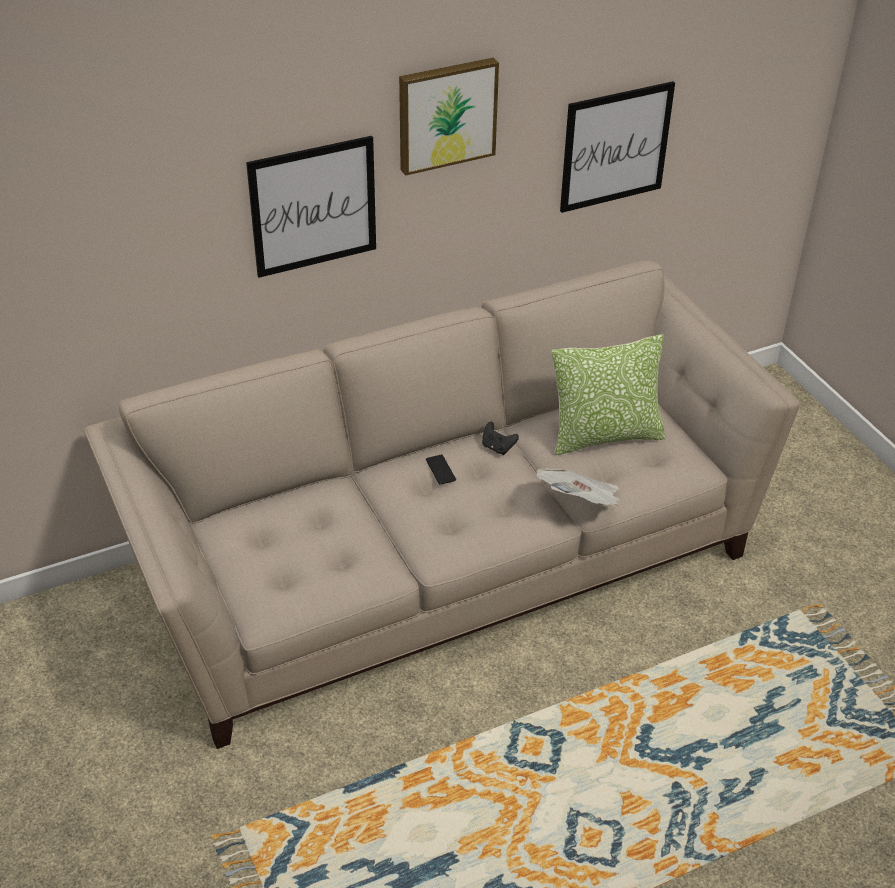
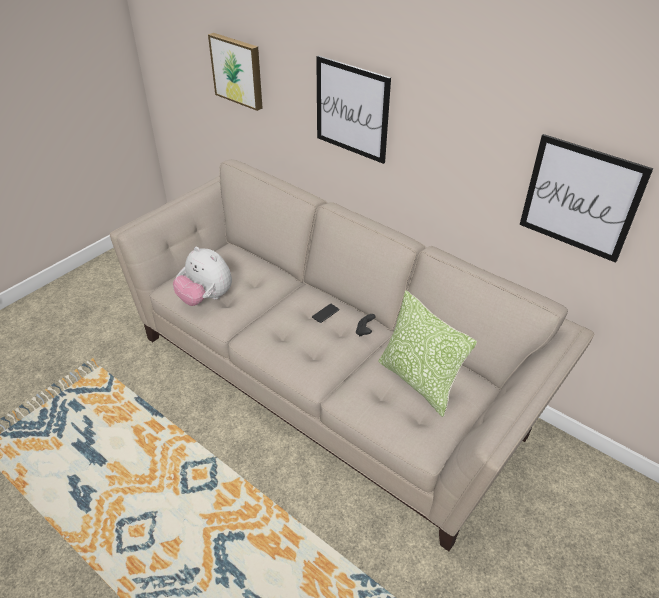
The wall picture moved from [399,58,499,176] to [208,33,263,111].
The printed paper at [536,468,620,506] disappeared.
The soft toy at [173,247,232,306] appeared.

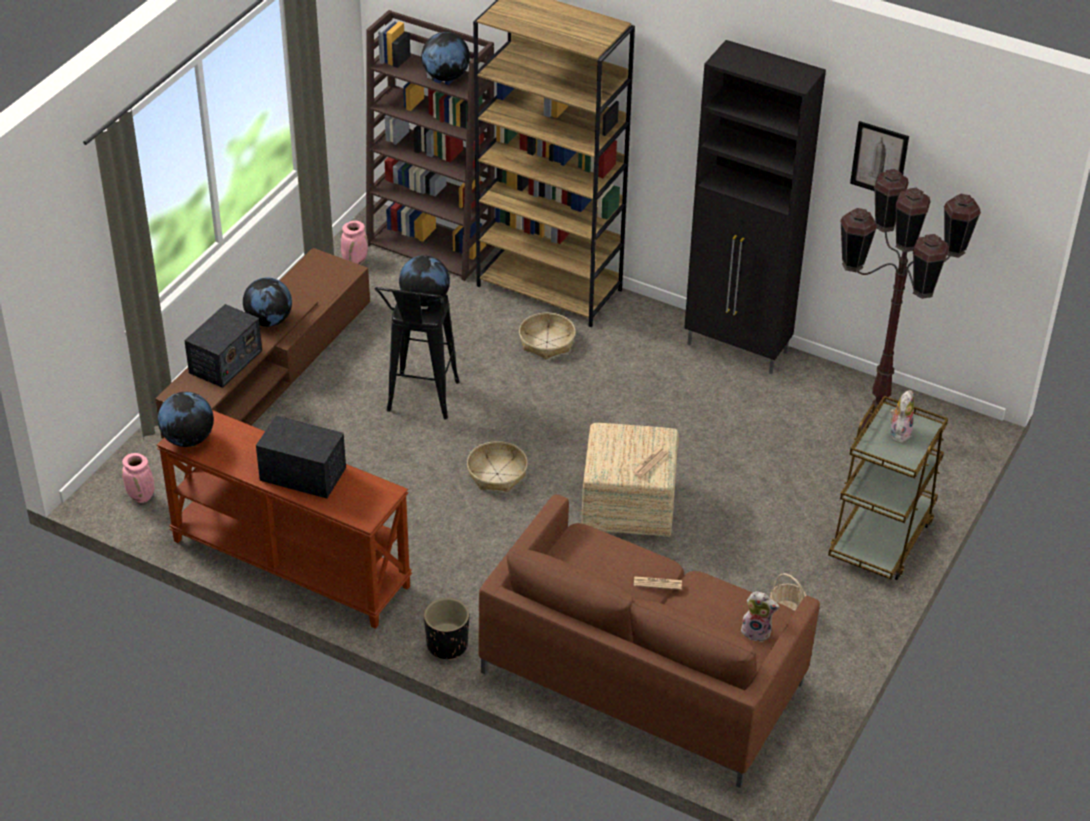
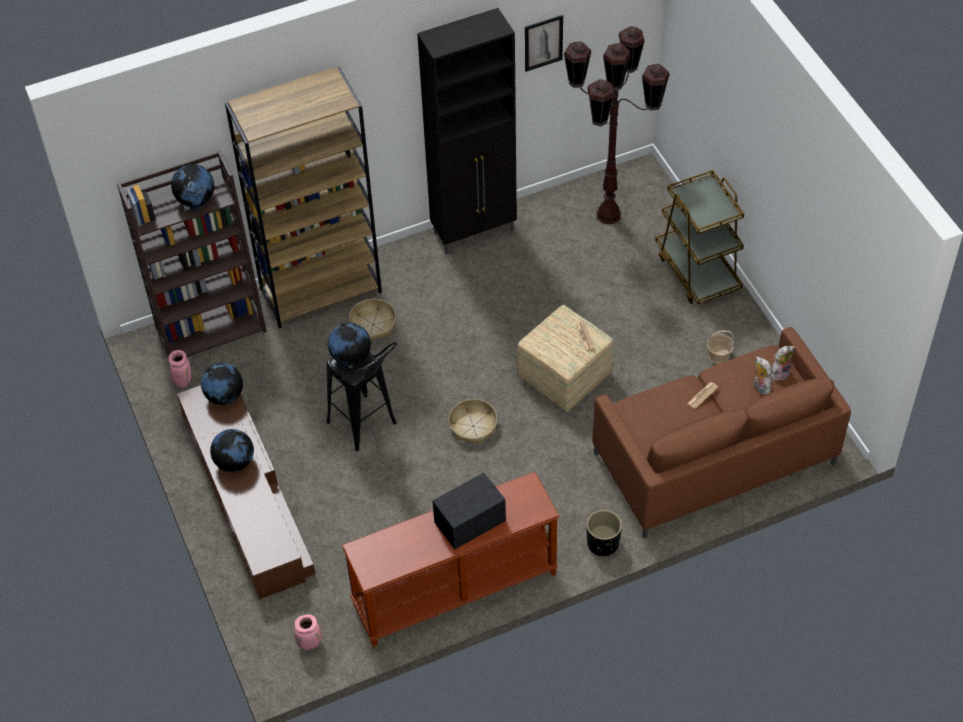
The radio receiver at [184,304,262,388] disappeared.
The soft toy moved from [890,390,914,443] to [754,356,772,394].
The globe moved from [158,392,214,447] to [201,363,243,405].

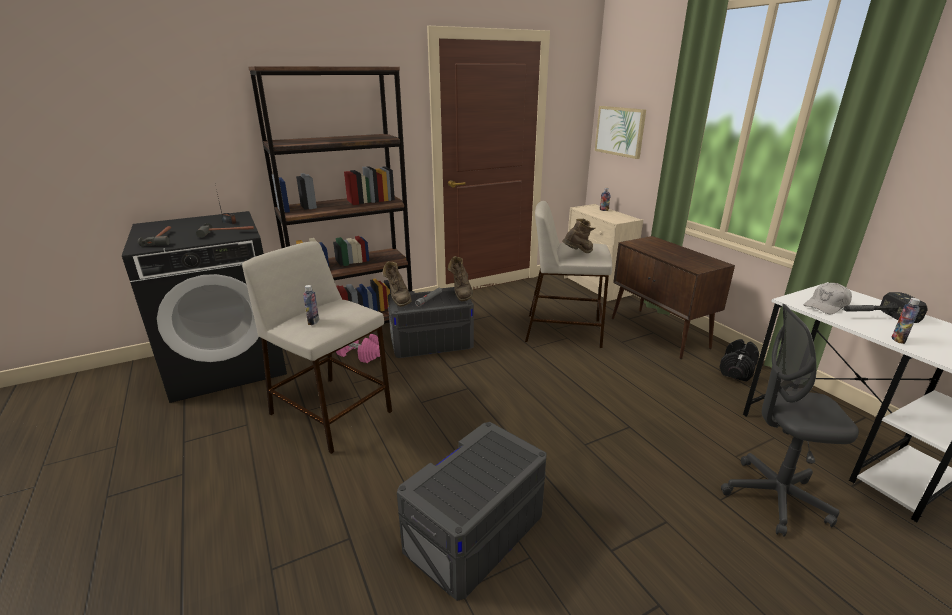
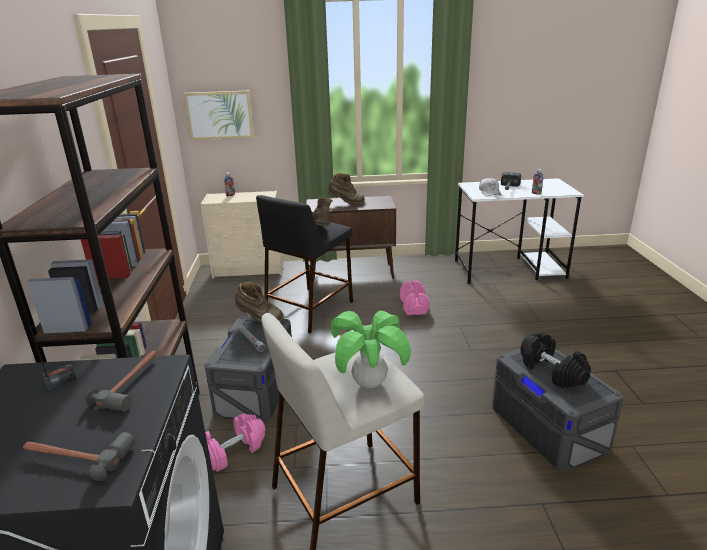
The sand-coloured stool at [525,201,612,348] became the blackish stool at [256,195,353,334].
The brown boot moved from [383,261,411,307] to [327,173,365,205].
The drink bottle at [303,285,319,325] was replaced by the plant in a pot at [330,310,411,388].
The gray desk chair at [721,304,859,537] disappeared.
The blackish dumbbell moved from [720,339,759,382] to [520,332,591,388].
The pink-coloured dumbbell at [400,280,430,315] appeared.

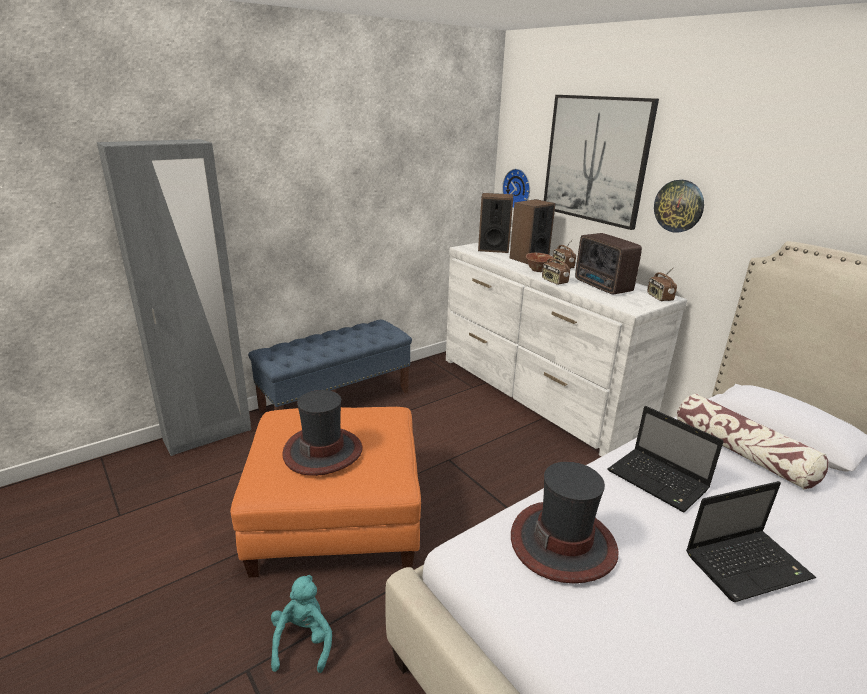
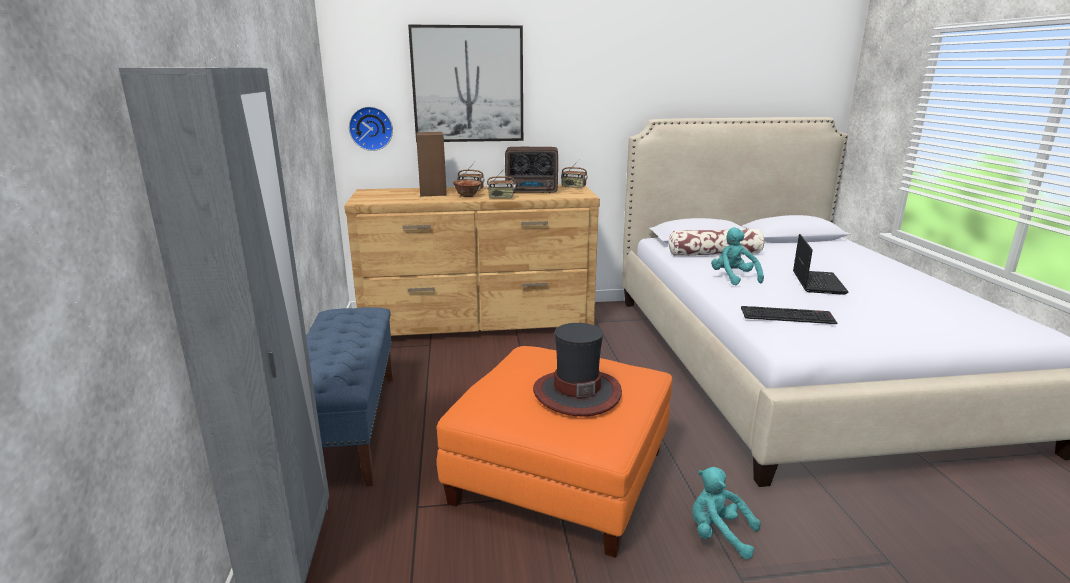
The hanging clock at [654,180,704,233] disappeared.
The speaker at [478,193,513,253] disappeared.
The whitish chest of drawers at [446,242,687,457] became the brown chest of drawers at [344,185,600,336].
The laptop at [608,406,724,512] was replaced by the turquoise soft toy at [711,227,764,286].
The clothing hat at [511,462,618,583] was replaced by the keyboard at [741,306,837,324].

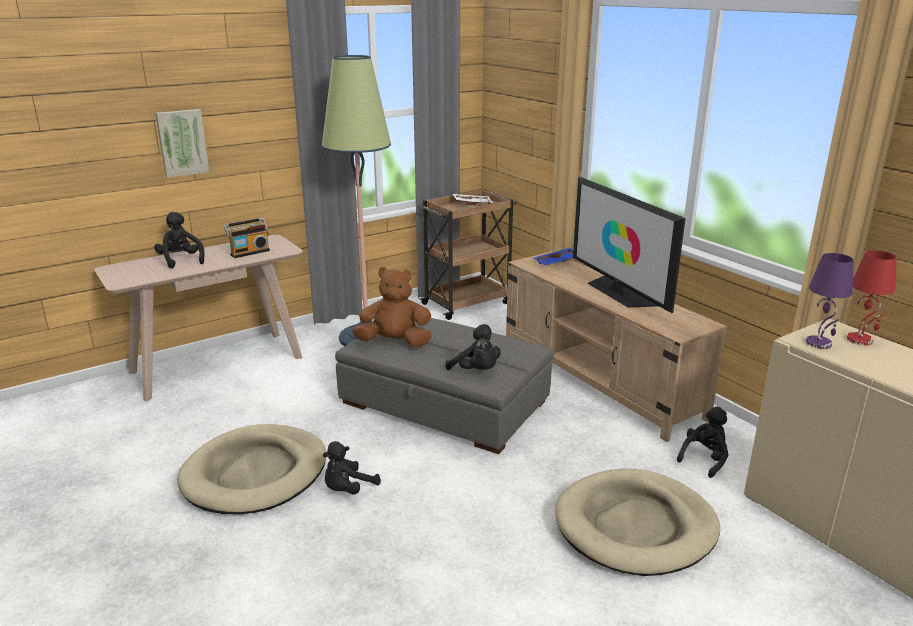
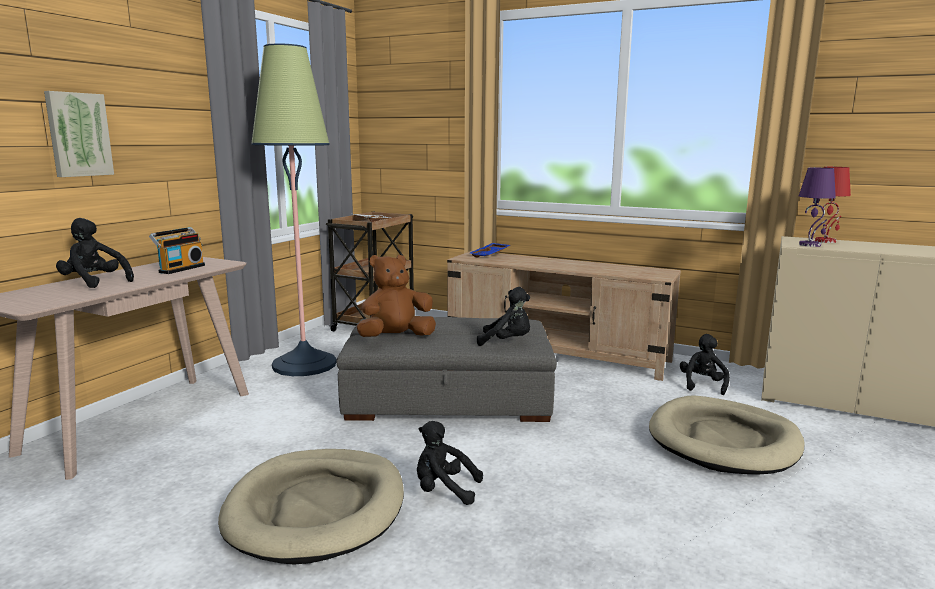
The television at [573,177,686,313] disappeared.
The blackish soft toy at [323,441,381,495] turned 90 degrees clockwise.

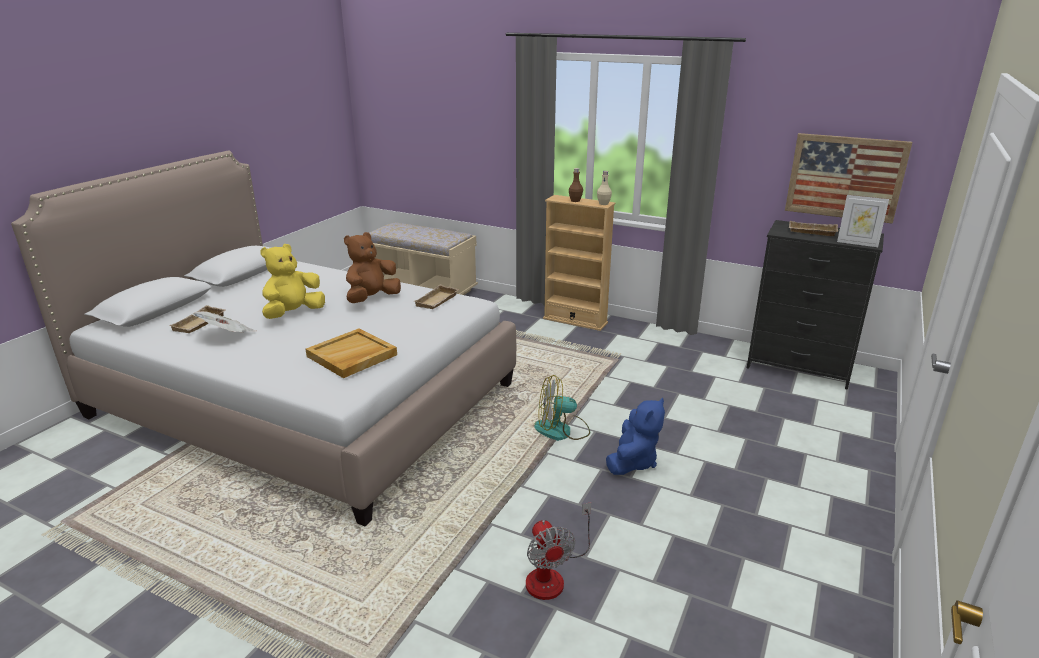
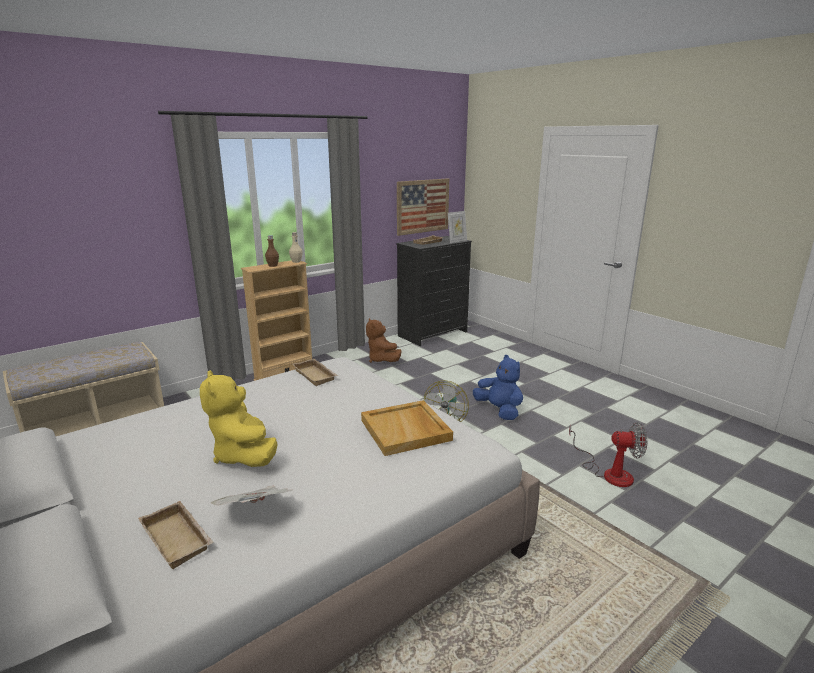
The brown soft toy moved from [344,232,401,303] to [366,318,402,363].

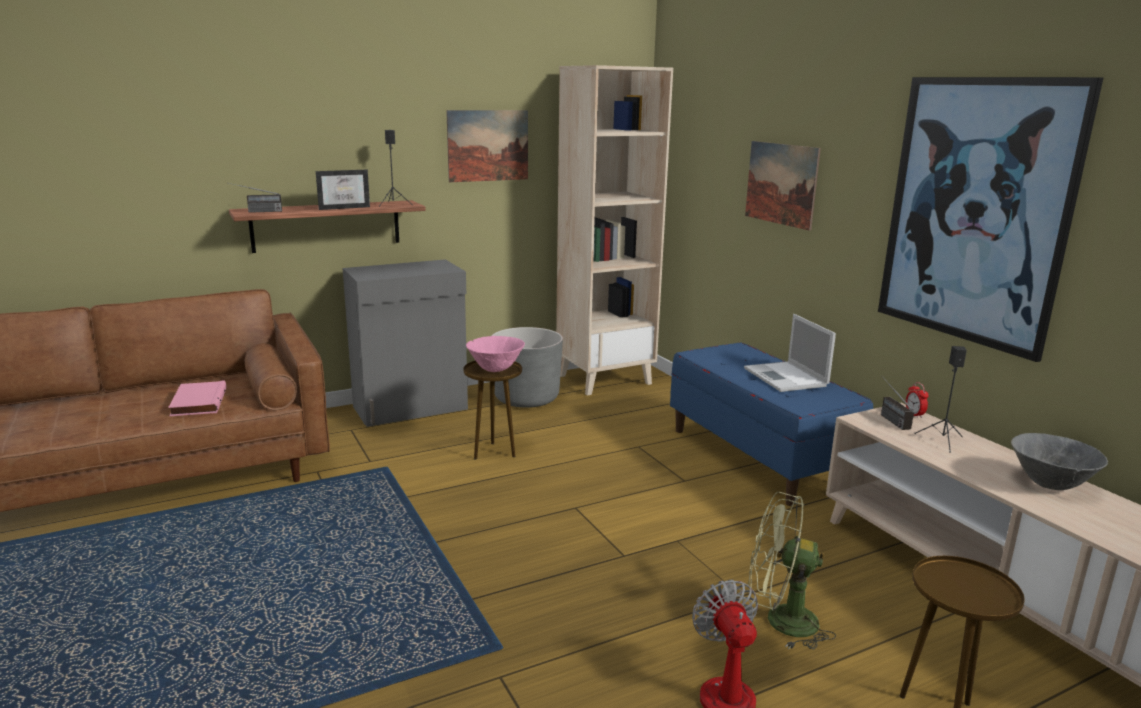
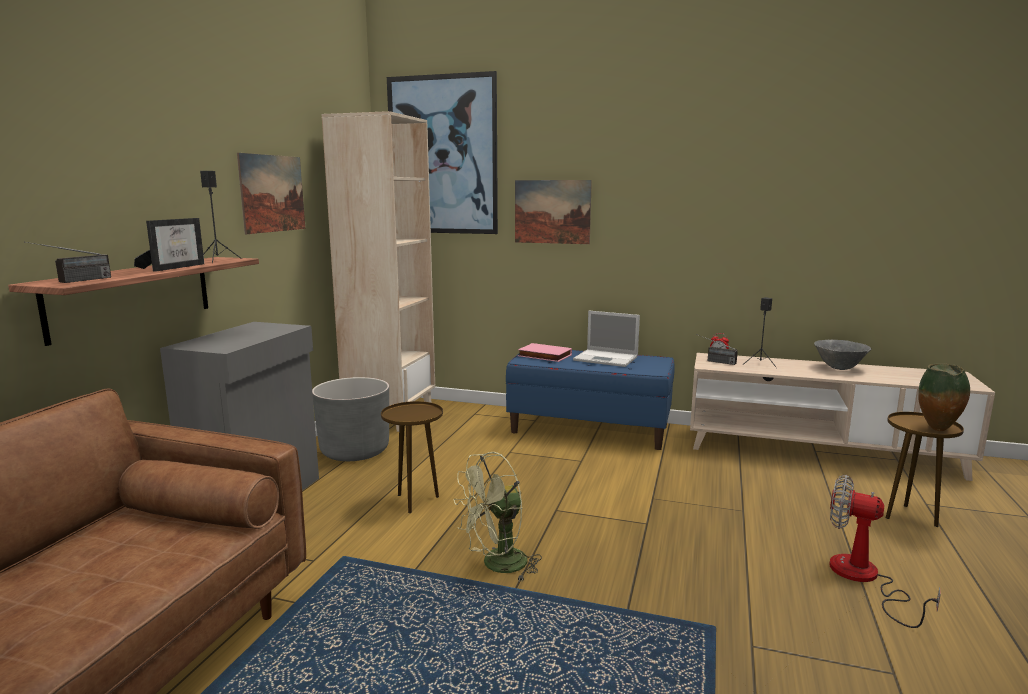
The wall picture moved from [878,77,1103,362] to [387,71,498,234].
The pink-coloured bowl at [466,336,525,372] disappeared.
The pink-coloured volume moved from [169,380,226,416] to [518,343,572,362].
The greenish cooling fan moved from [748,492,836,650] to [453,452,542,580].
The vase at [918,363,970,431] appeared.

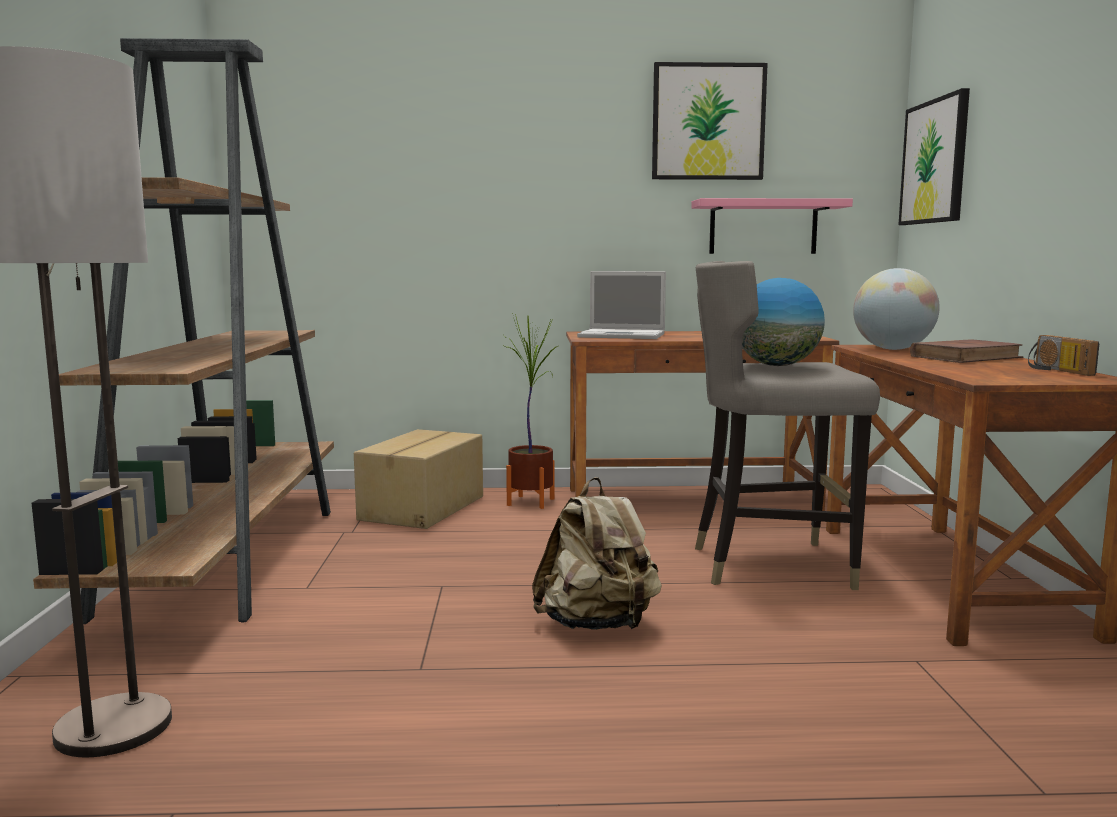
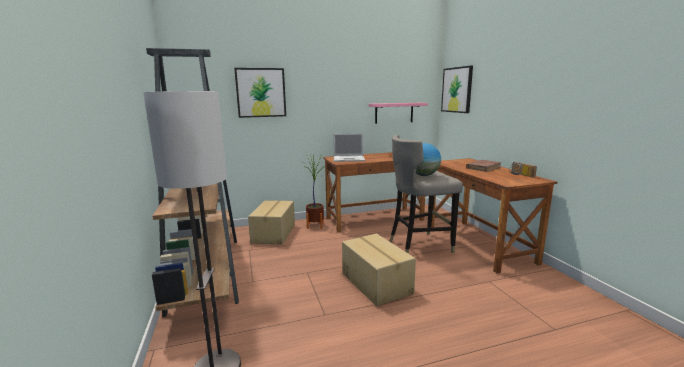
The wall picture moved from [652,62,768,180] to [234,68,286,118].
The globe at [853,268,940,350] disappeared.
The sand-coloured knapsack at [532,477,662,630] was replaced by the packing box at [342,234,416,307].

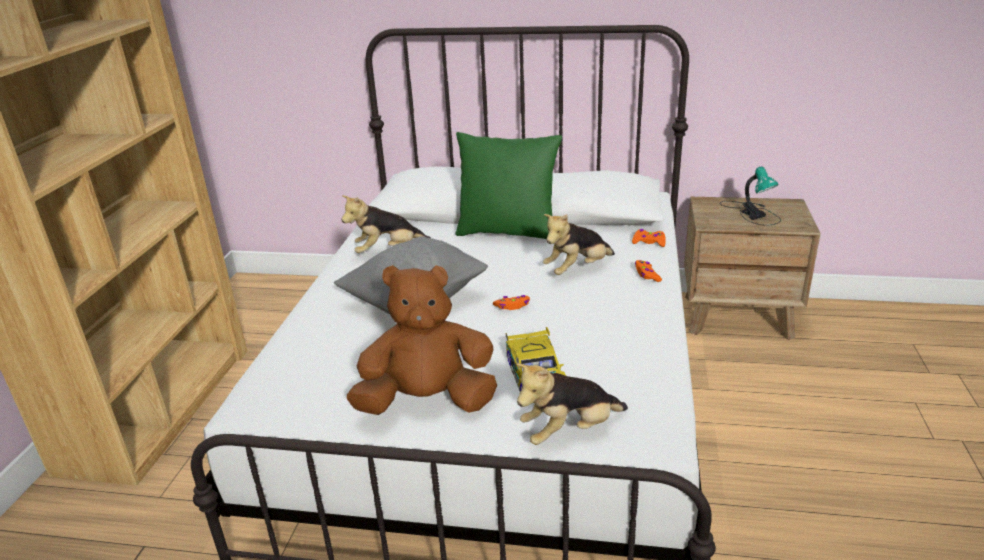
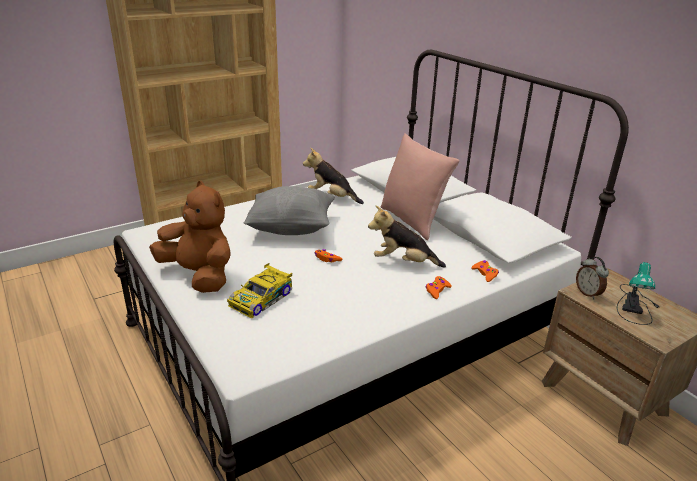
The greenish throw pillow at [455,132,562,240] became the pink-coloured throw pillow at [381,133,460,241].
The soft toy at [516,363,628,445] disappeared.
The table clock at [576,257,609,299] appeared.

